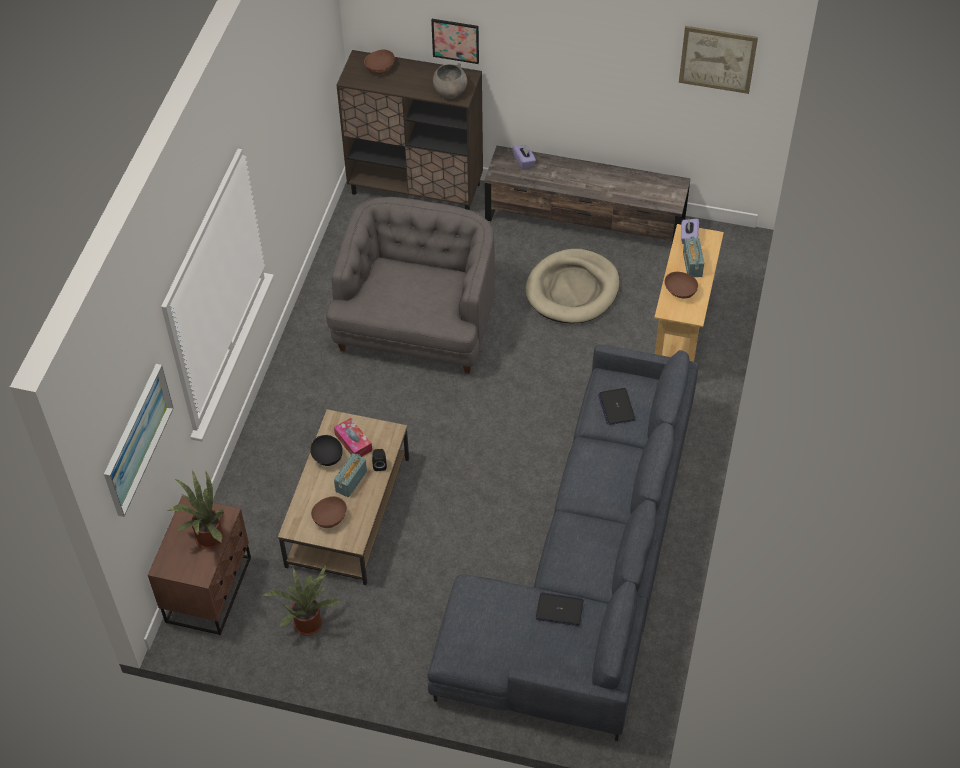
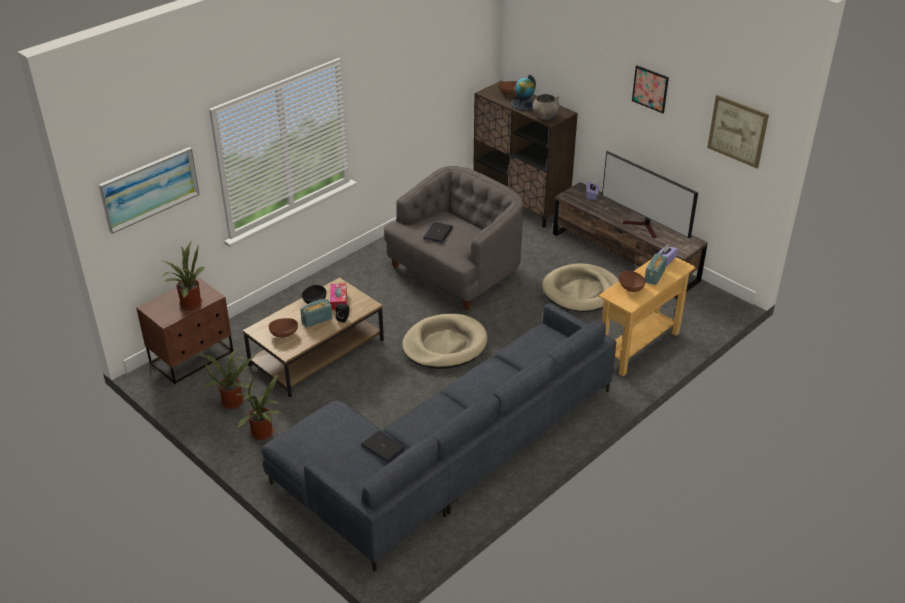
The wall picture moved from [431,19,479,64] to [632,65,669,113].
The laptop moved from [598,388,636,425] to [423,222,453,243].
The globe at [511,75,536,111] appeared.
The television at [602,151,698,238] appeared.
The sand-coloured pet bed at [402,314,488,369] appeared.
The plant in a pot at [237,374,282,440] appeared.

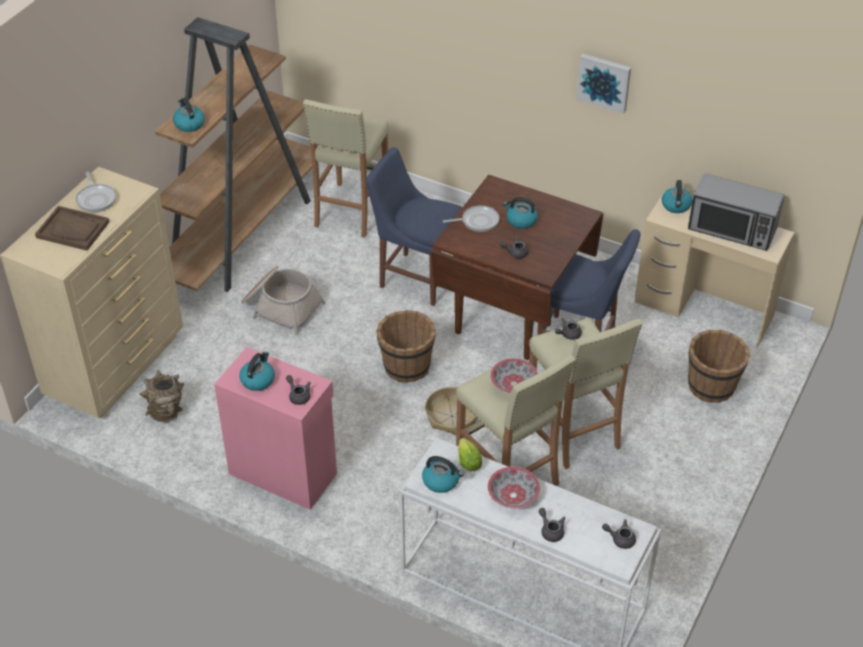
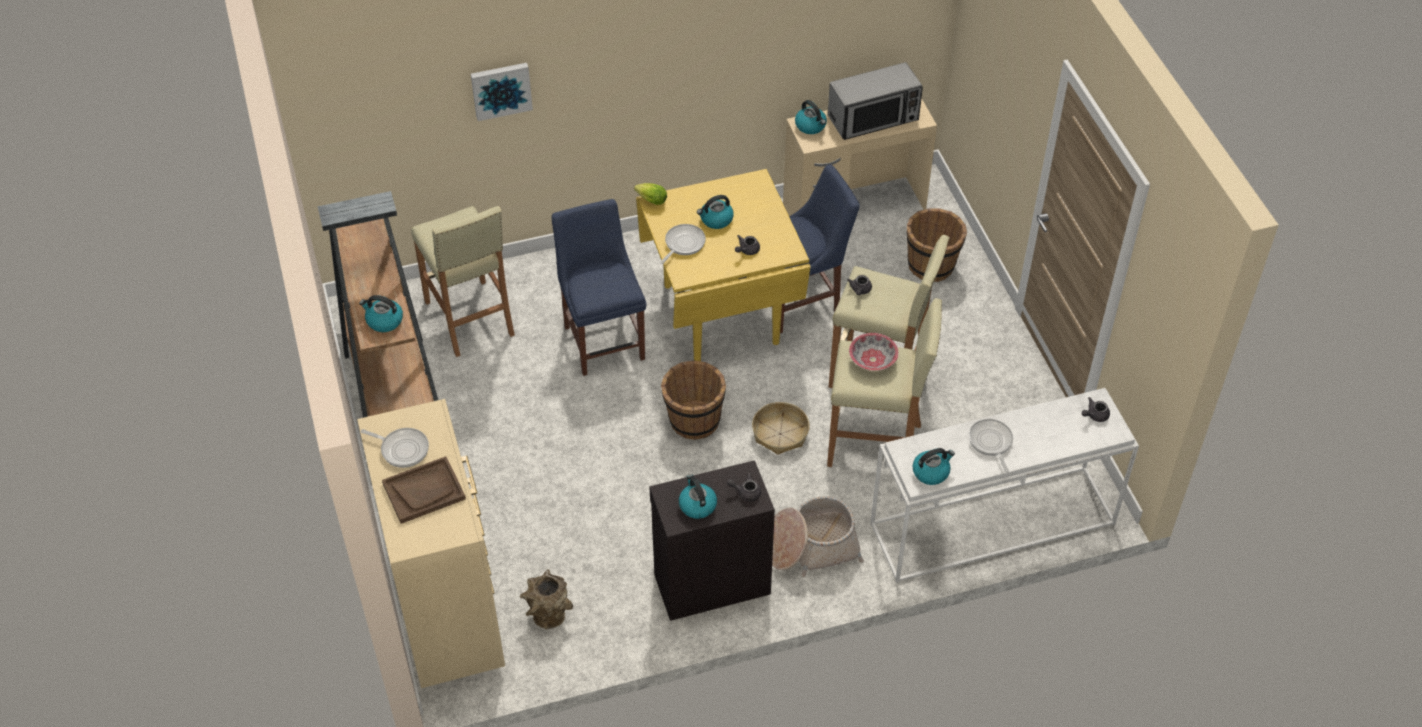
The wall picture moved from [576,54,631,114] to [471,63,533,121].
The blue plain chair at [365,147,462,306] turned 90 degrees clockwise.
The brown kitchen table at [431,175,604,360] became the yellow kitchen table at [636,169,811,361].
The storage basket moved from [241,265,326,336] to [772,496,864,577].
The pink-coloured storage cabinet at [214,347,337,510] became the blackish storage cabinet at [649,460,775,621].
The head of lettuce moved from [458,438,482,471] to [634,183,667,205].
The bowl at [488,467,540,509] was replaced by the skillet at [969,419,1013,472].
The gray pot for tea at [539,508,565,542] disappeared.

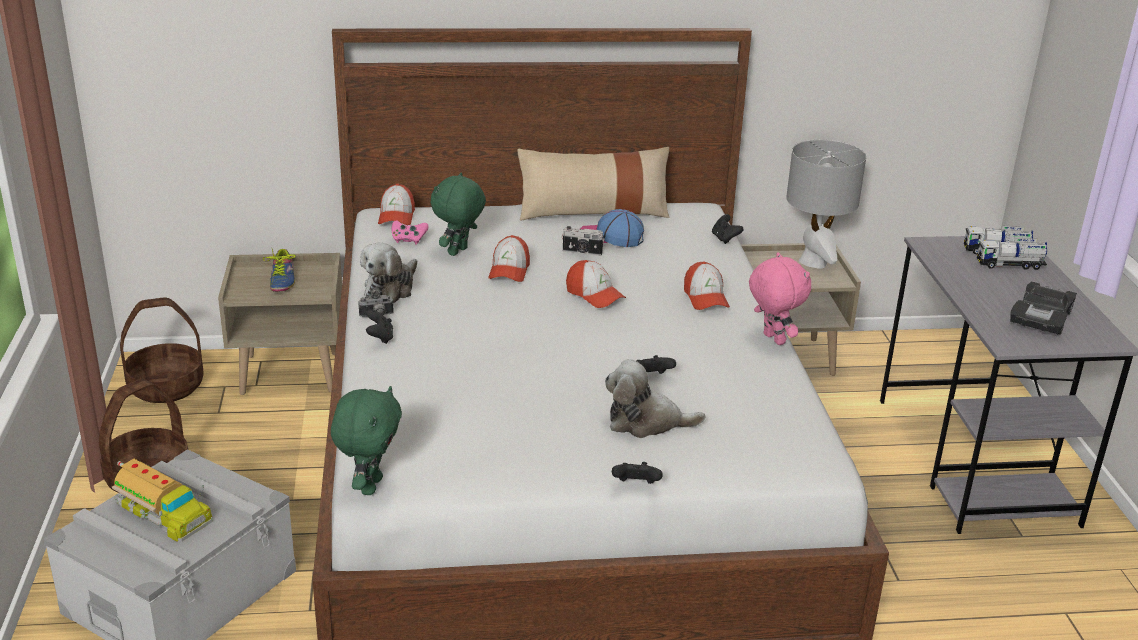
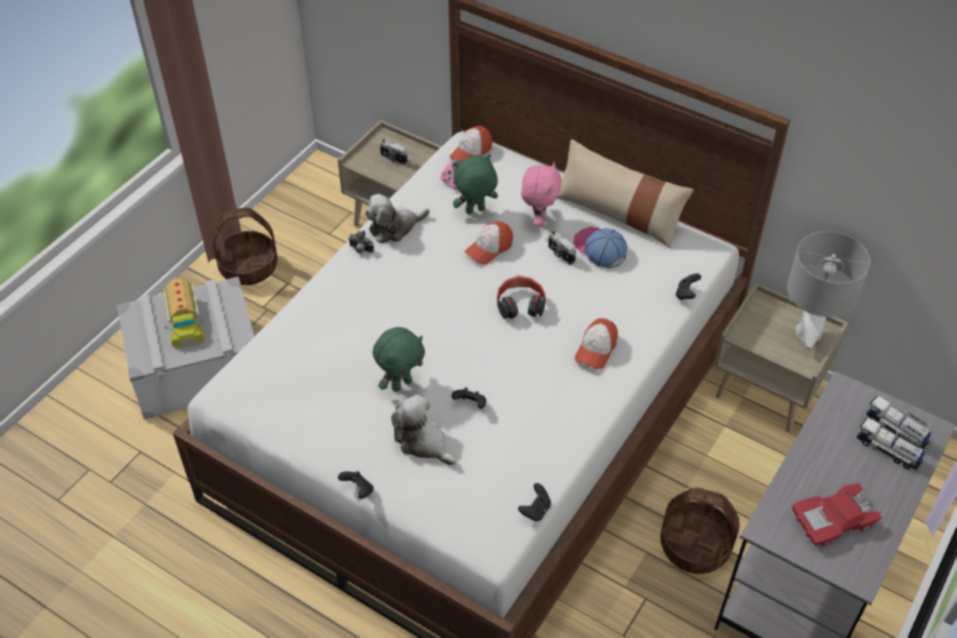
The low shoe at [263,247,296,292] was replaced by the photo camera at [380,139,408,165].
The pink-coloured soft toy moved from [749,252,811,345] to [521,162,562,227].
The baseball cap at [566,260,626,308] was replaced by the headset at [497,275,546,319].
The blackish model car at [1010,281,1077,335] became the red-coloured model car at [792,483,882,547].
The storage basket moved from [120,297,203,403] to [660,488,740,574].
The blackish gamepad moved from [366,309,393,344] to [518,483,551,521].
The greenish soft toy moved from [331,386,402,495] to [373,327,425,392].

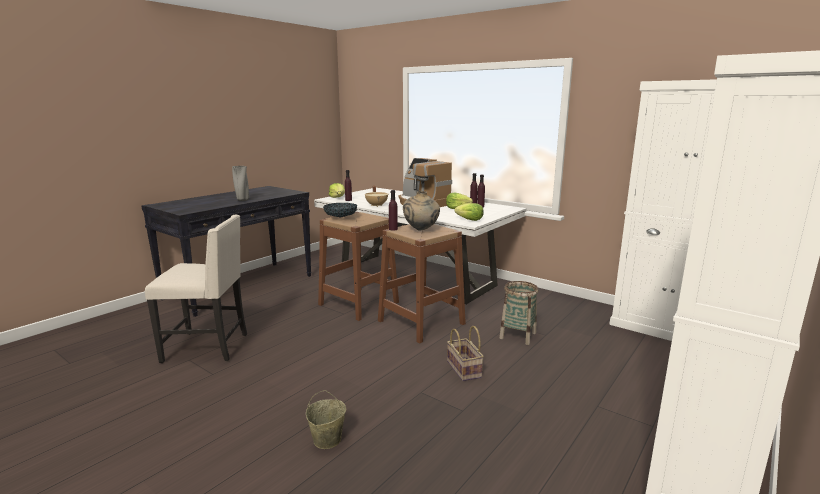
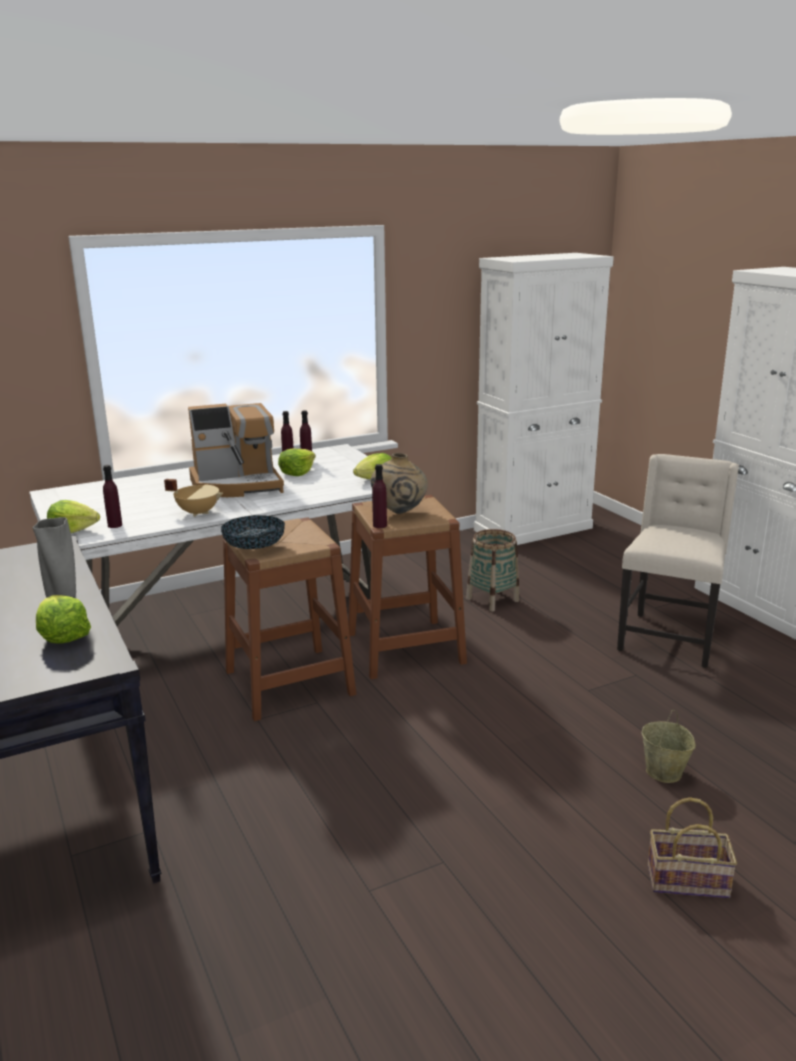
The sand-coloured plain chair moved from [145,215,247,363] to [617,454,739,668].
The storage basket moved from [447,326,484,381] to [648,797,737,898].
The head of lettuce at [36,595,91,644] appeared.

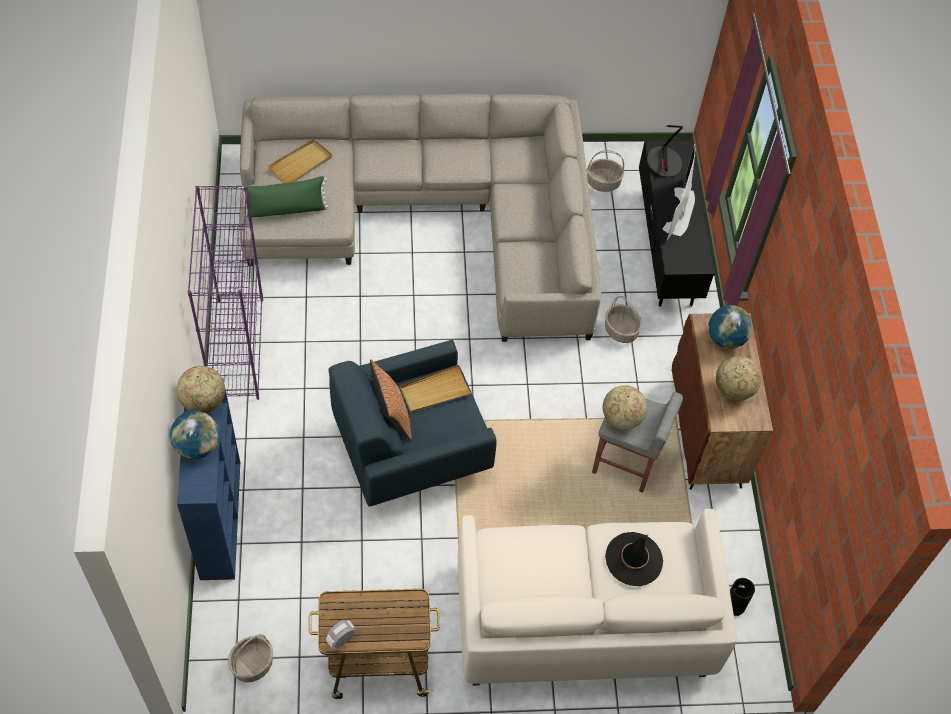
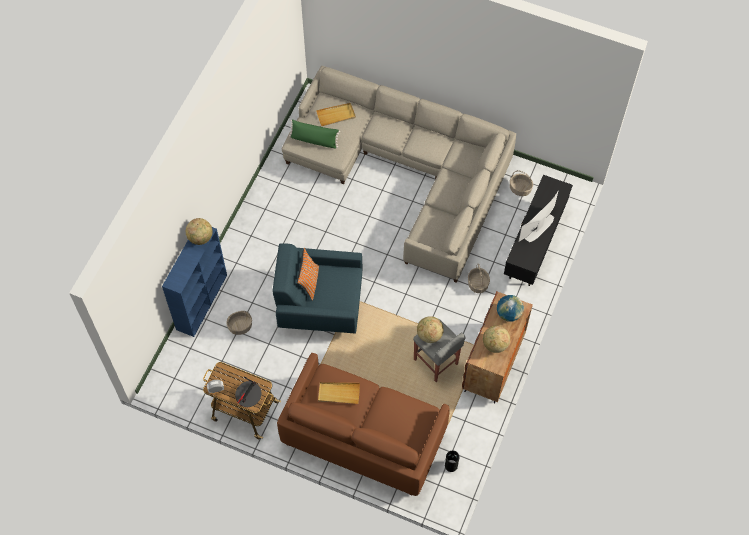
The tabletop lamp moved from [647,125,683,177] to [235,377,261,407].
The purple bookshelf at [188,185,263,400] disappeared.
The sand-coloured serving tray moved from [400,365,472,413] to [318,382,360,404].
The globe at [170,410,219,459] disappeared.
The whitish sofa at [458,509,737,685] became the brown sofa at [277,353,450,496].
The blackish clothing hat at [605,532,663,586] disappeared.
The storage basket moved from [228,634,273,682] to [226,311,252,335].

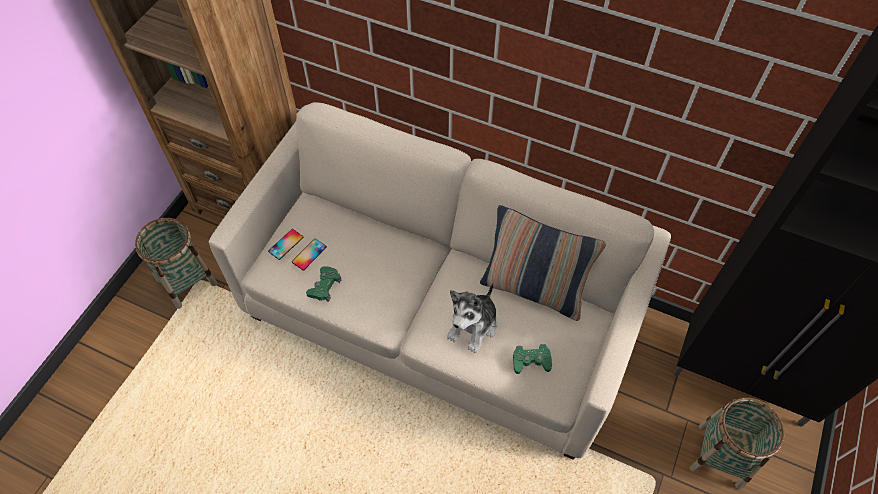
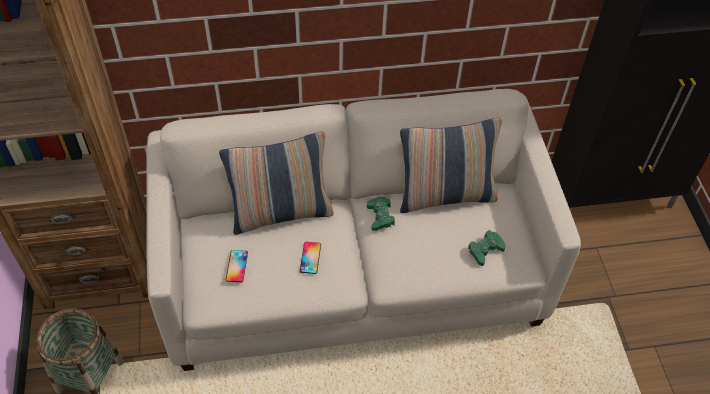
The telephone moved from [268,229,303,260] to [300,242,321,274].
The greenish gamepad moved from [306,266,341,302] to [367,197,395,231].
The soft toy at [447,283,498,353] disappeared.
The storage basket at [690,398,784,490] disappeared.
The throw pillow at [219,131,334,235] appeared.

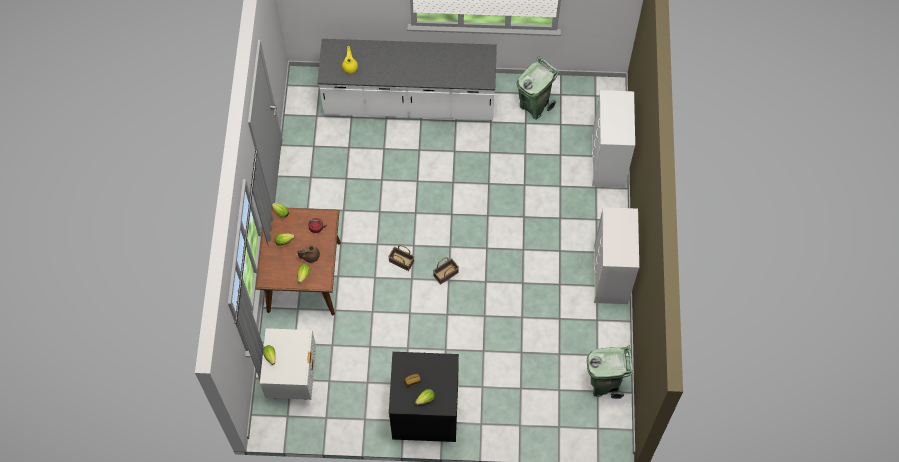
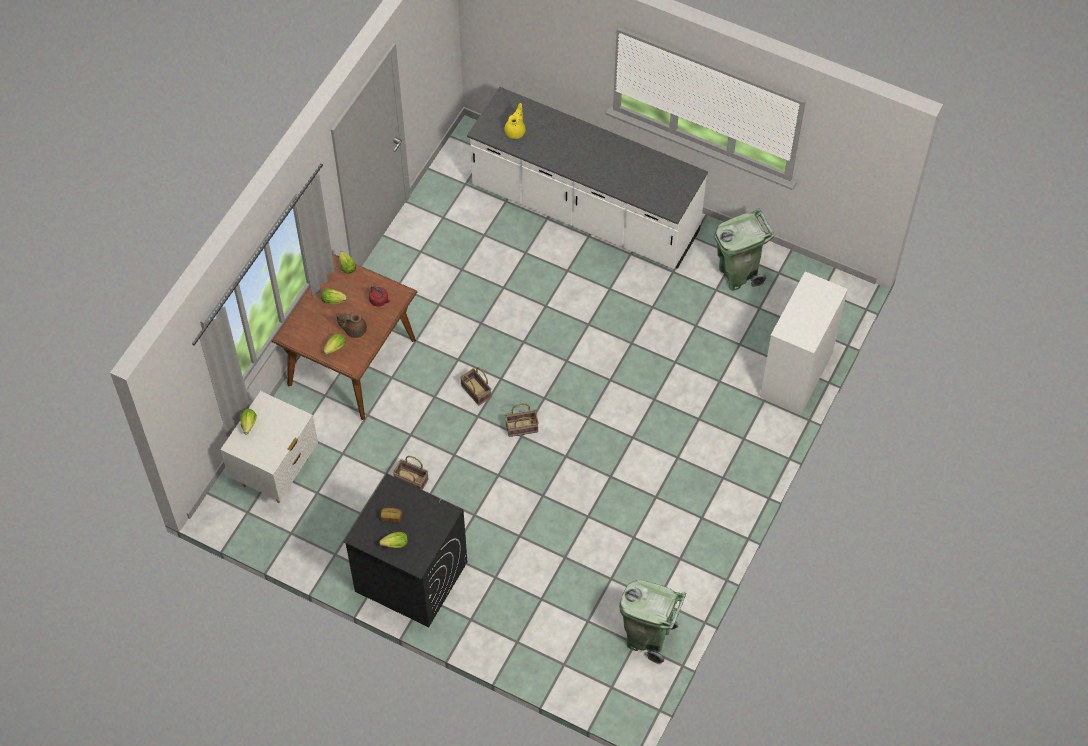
The whitish chest of drawers at [594,207,639,304] disappeared.
The storage basket at [393,456,429,490] appeared.

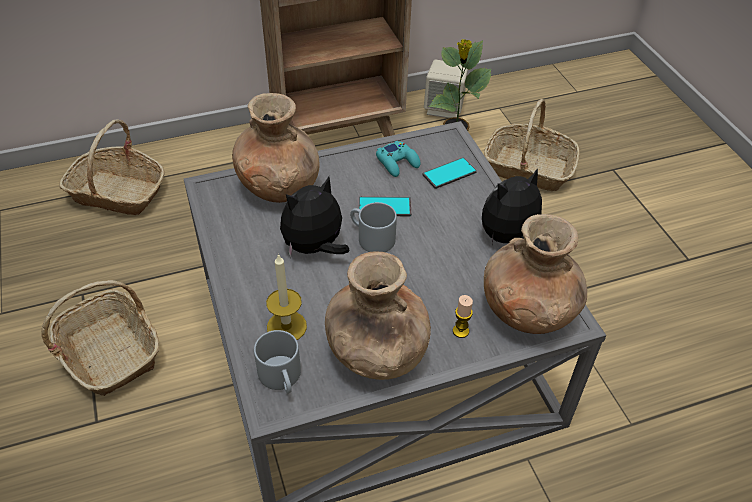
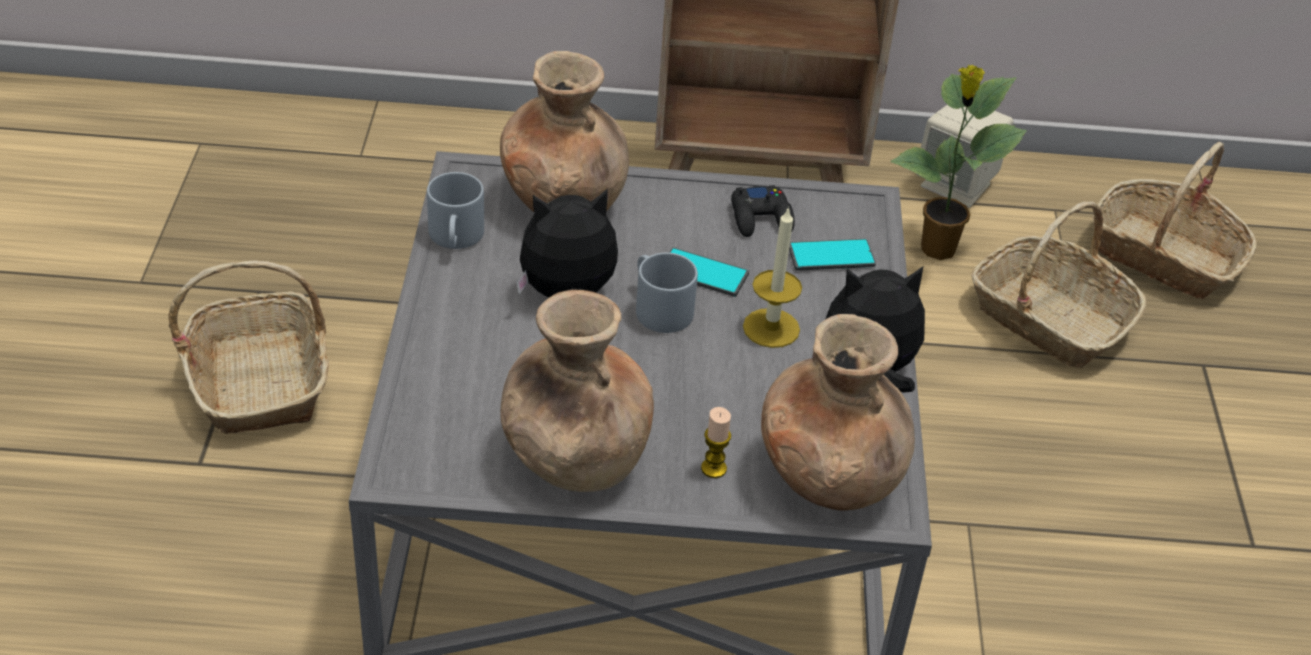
The storage basket moved from [59,120,165,215] to [1093,142,1257,299].
The turquoise gamepad at [376,141,420,177] became the blackish gamepad at [731,185,795,237].
The wax light moved from [266,254,307,340] to [743,206,802,348].
The gray coffee mug moved from [254,330,301,394] to [427,172,484,249].

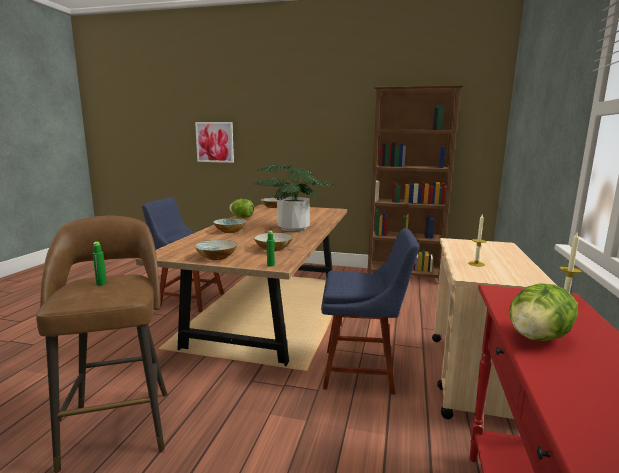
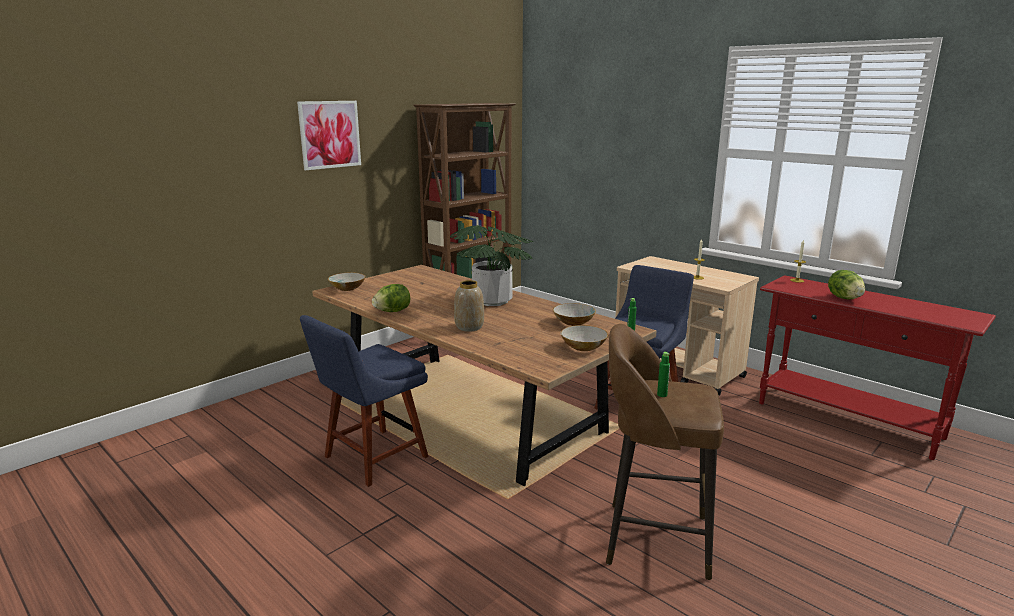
The wall picture moved from [195,122,234,163] to [297,101,361,170].
The bowl at [213,218,247,233] was replaced by the vase at [454,280,484,332].

